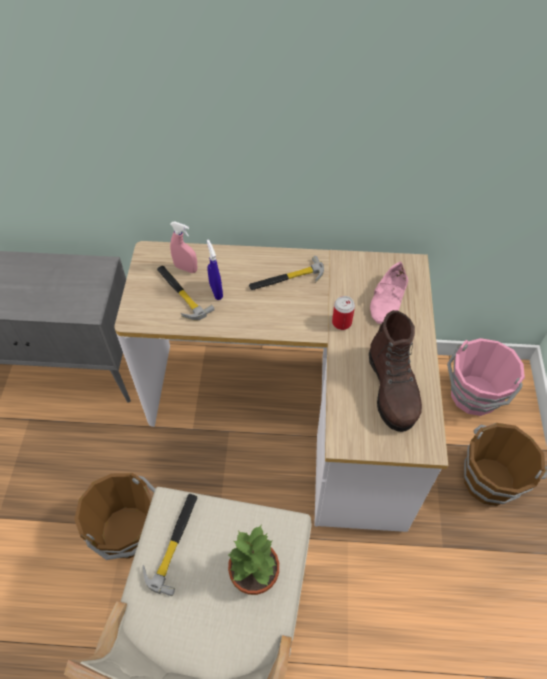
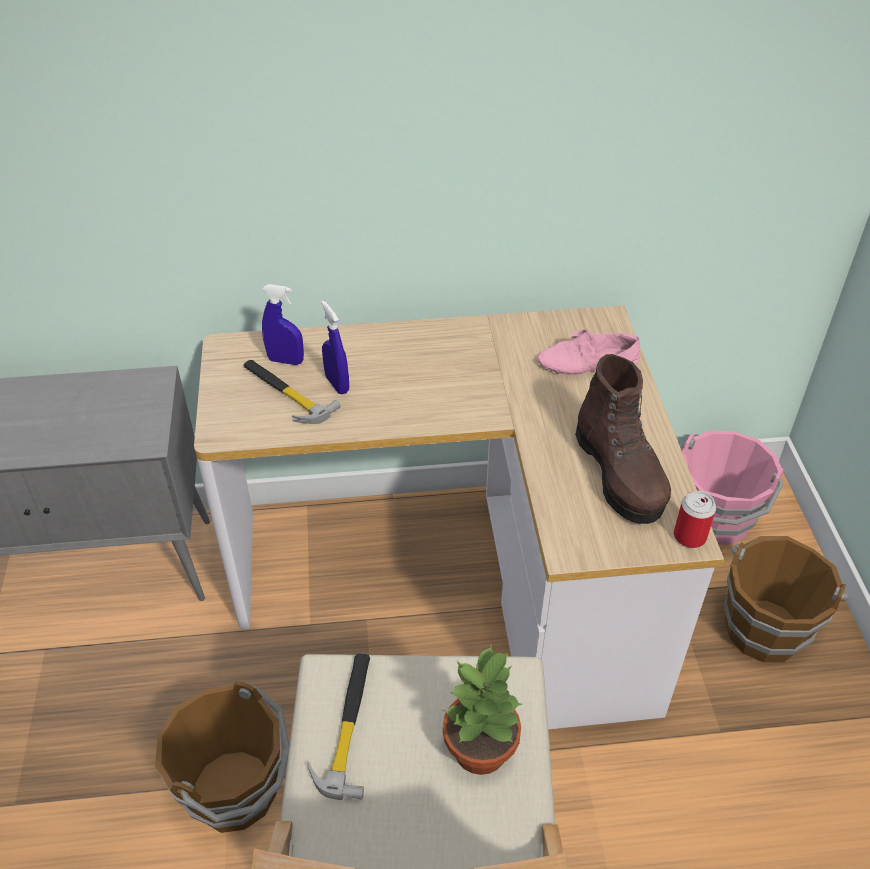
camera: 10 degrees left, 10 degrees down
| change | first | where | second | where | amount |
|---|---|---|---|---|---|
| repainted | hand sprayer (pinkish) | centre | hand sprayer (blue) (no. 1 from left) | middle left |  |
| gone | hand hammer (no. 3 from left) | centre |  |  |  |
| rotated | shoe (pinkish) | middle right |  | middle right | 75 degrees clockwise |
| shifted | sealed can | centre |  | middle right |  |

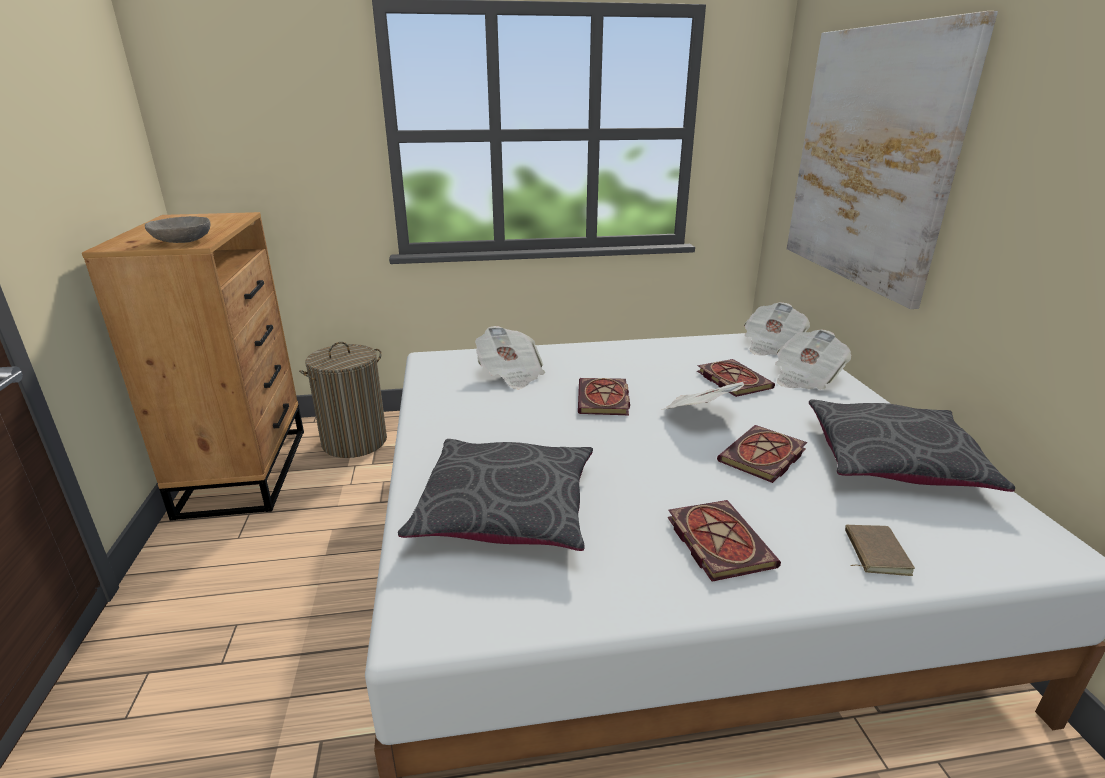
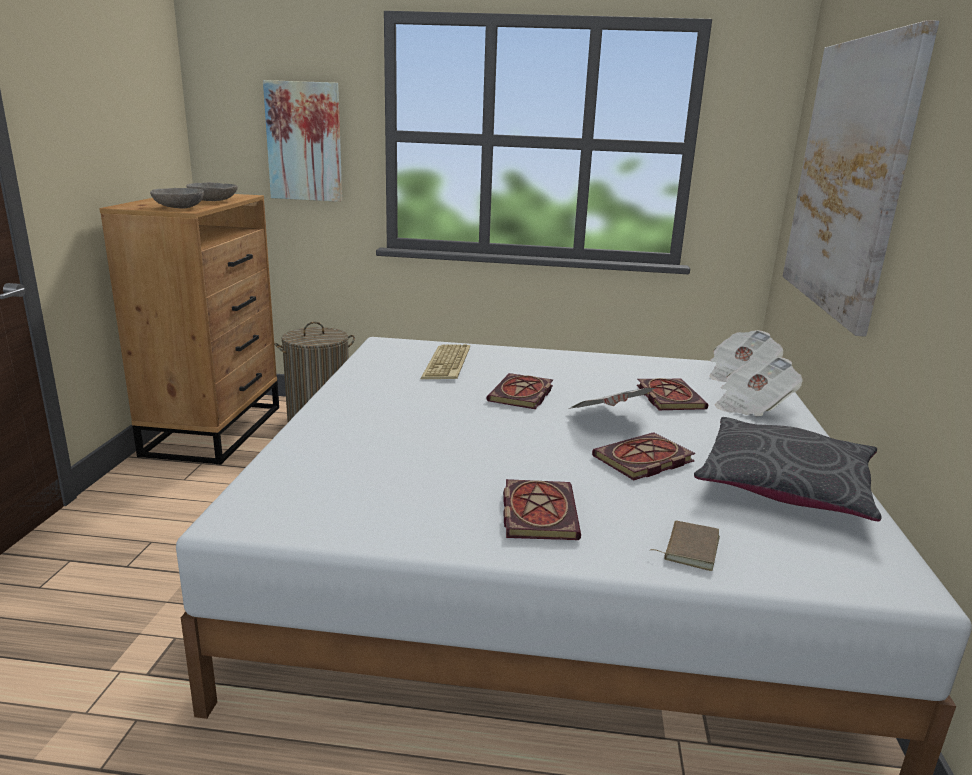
camera: 15 degrees right, 5 degrees down
| change | first | where | second | where | amount |
|---|---|---|---|---|---|
| swapped | newspaper (no. 1 from left) | centre | keyboard | centre |  |
| gone | throw pillow (greyish) (no. 1 from left) | centre |  |  |  |
| new |  |  | wall picture (no. 1 from left) | top left |  |
| new |  |  | serving bowl (greyish) (no. 2 from left) | top left |  |

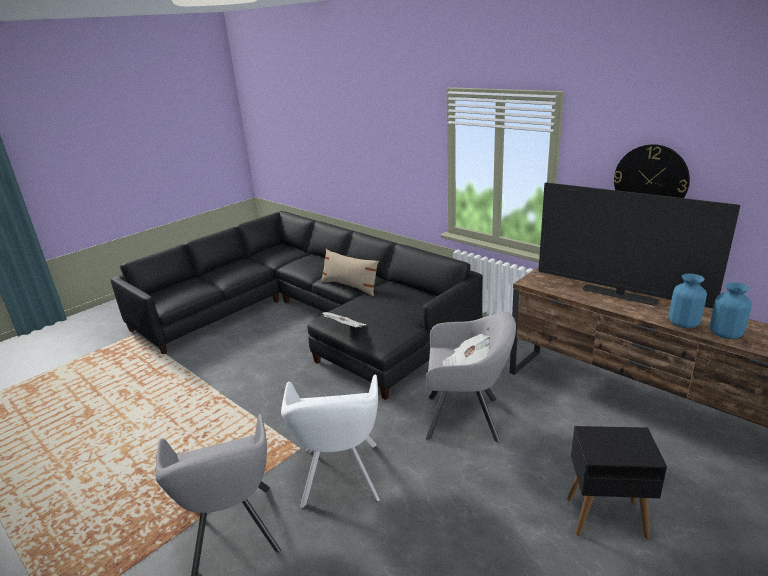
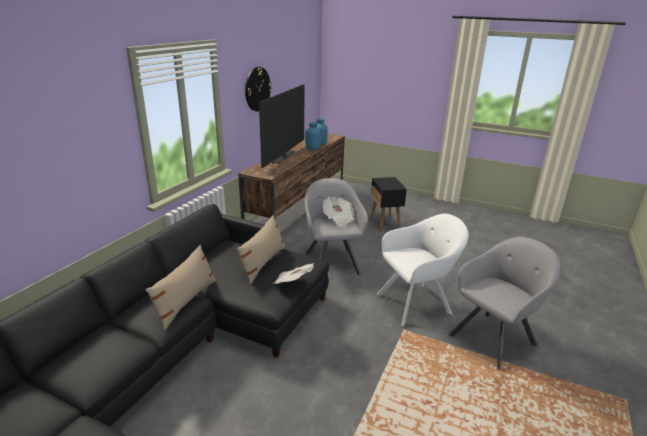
camera: 110 degrees left, 0 degrees up
| change | first | where | second | where | amount |
|---|---|---|---|---|---|
| new |  |  | throw pillow (sand-coloured) (no. 2 from left) | centre |  |

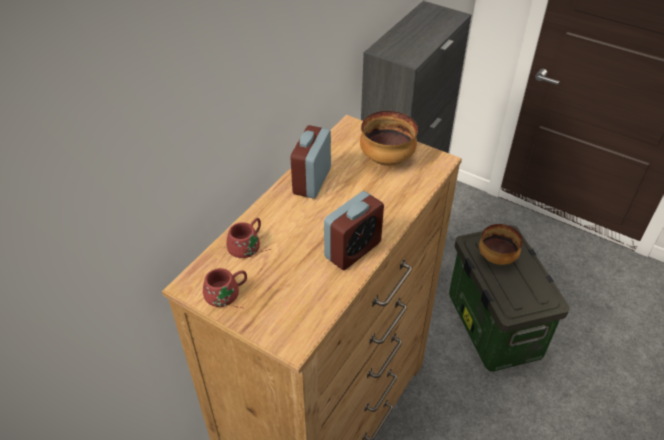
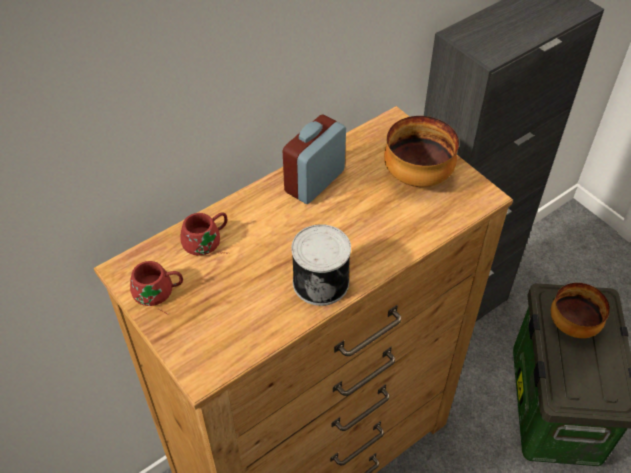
camera: 20 degrees right, 5 degrees up
| change | first | where | second | where | amount |
|---|---|---|---|---|---|
| swapped | table clock (no. 2 from left) | centre | sealed can | centre |  |

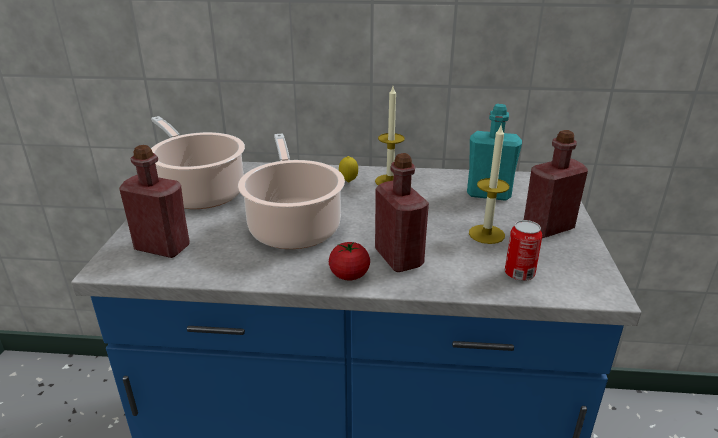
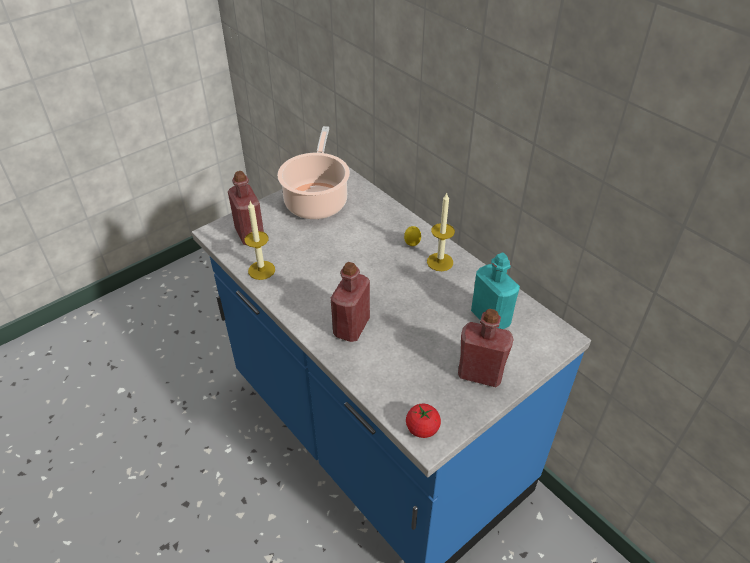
camera: 45 degrees right, 15 degrees up
| change | first | where | second | where | amount |
|---|---|---|---|---|---|
| shifted | candle (no. 2 from left in the first image) | middle right | candle (no. 1 from left) | centre |  |
| gone | cooking pot (no. 2 from left) | centre |  |  |  |
| gone | sealed can | middle right |  |  |  |
| shifted | whole tomato | centre |  | bottom centre |  |

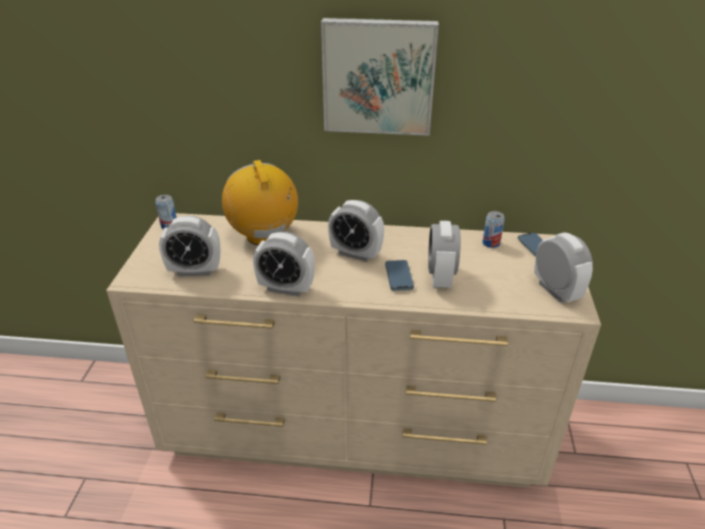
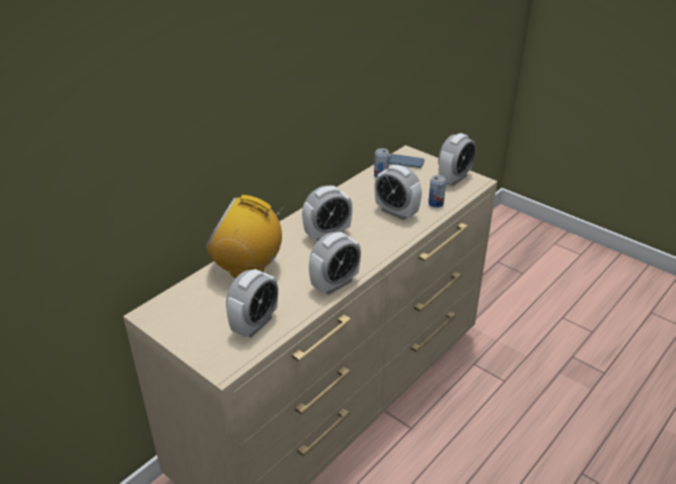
camera: 55 degrees left, 0 degrees up
| change | first | where | second | where | amount |
|---|---|---|---|---|---|
| gone | wall picture | top centre |  |  |  |
| shifted | sealed can (no. 1 from left in the first image) | middle left | sealed can (no. 2 from left) | centre |  |
| rotated | table clock (no. 5 from left) | middle right |  | top right | 120 degrees clockwise |
| gone | phone (no. 1 from left) | centre |  |  |  |

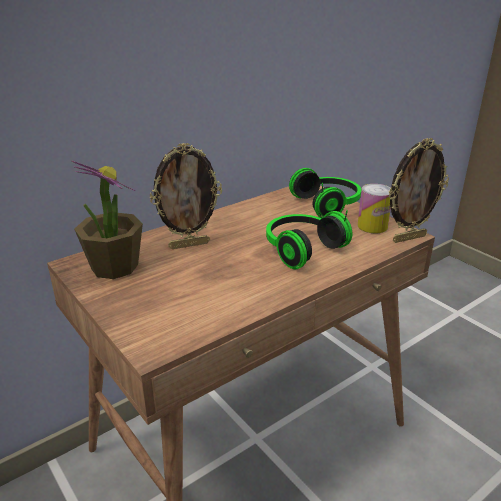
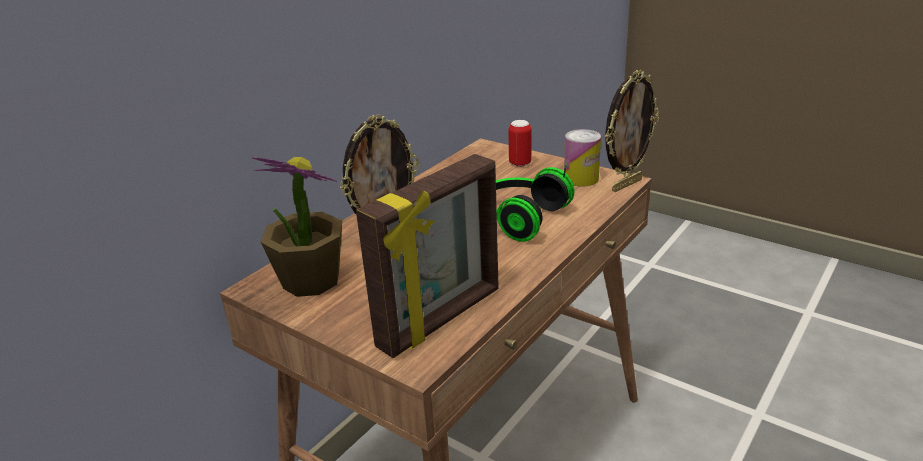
camera: 15 degrees left, 0 degrees up
| change | first | where | second | where | amount |
|---|---|---|---|---|---|
| swapped | pair of headphones (no. 2 from left) | centre | sealed can (no. 1 from left) | top centre |  |
| new |  |  | picture frame (no. 2 from left) | centre |  |

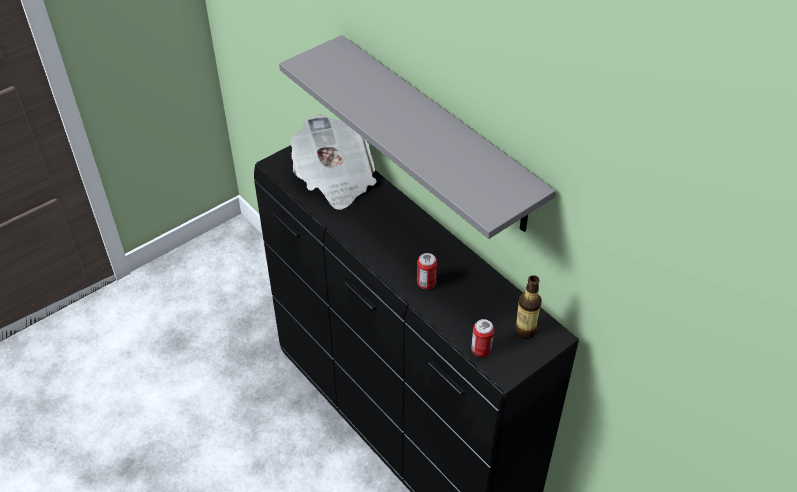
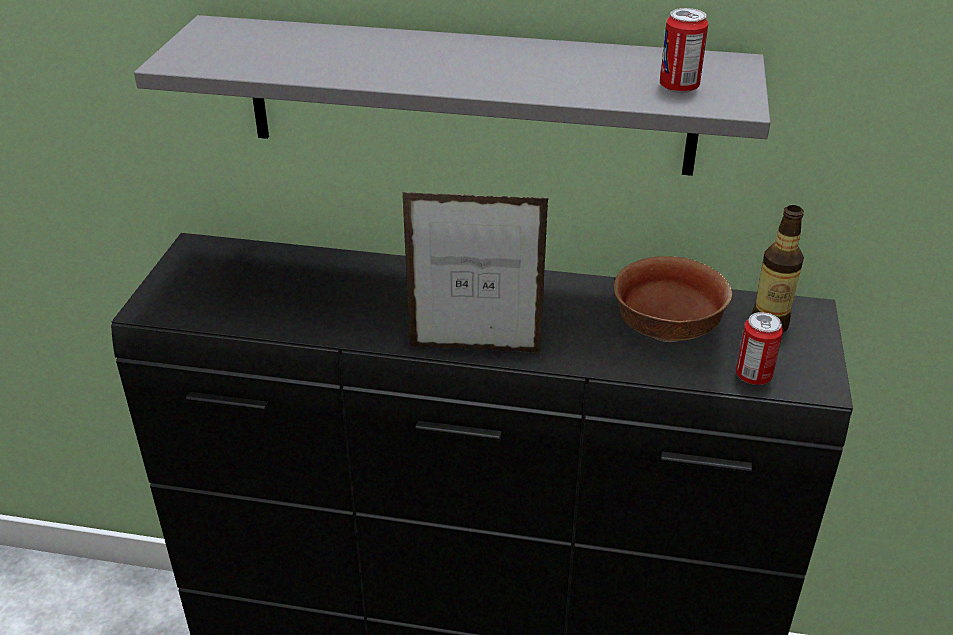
camera: 40 degrees left, 10 degrees down
| change | first | where | second | where | amount |
|---|---|---|---|---|---|
| gone | newspaper | top centre |  |  |  |
| shifted | sealed can (no. 1 from left) | centre |  | top right |  |
| new |  |  | picture frame | centre |  |
| new |  |  | serving bowl | middle right |  |

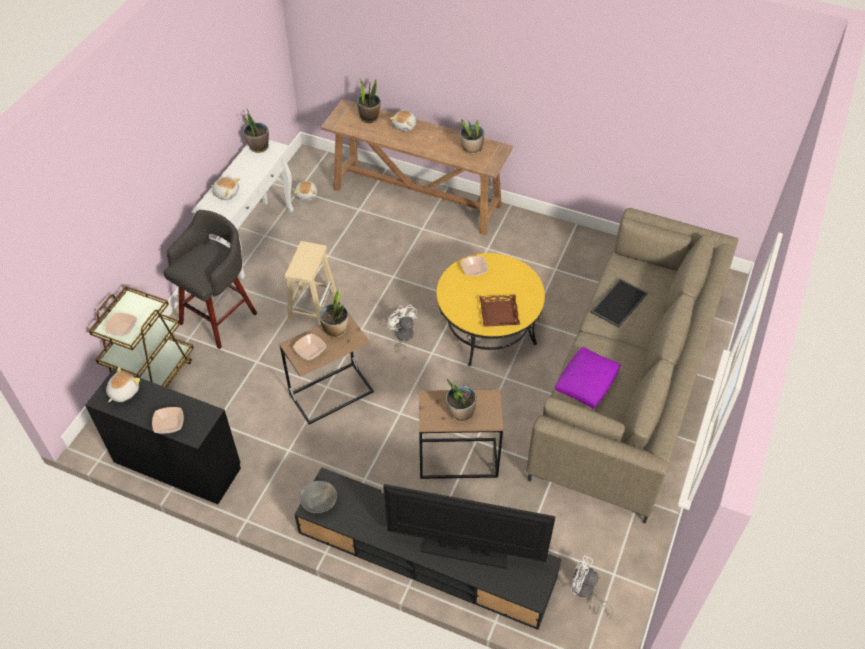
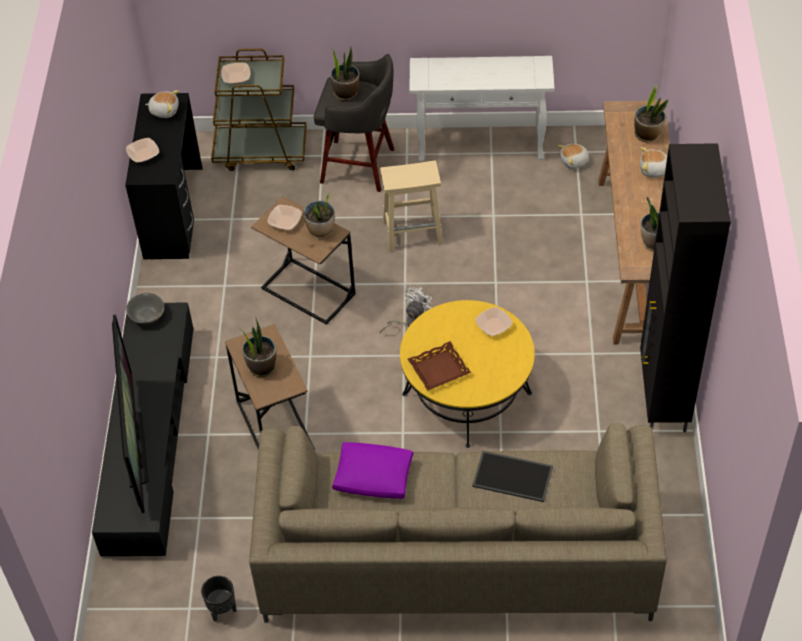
camera: 70 degrees right, 0 degrees up
| change | first | where | second | where | amount |
|---|---|---|---|---|---|
| shifted | plant in a pot (no. 1 from left in the first image) | top left | plant in a pot (no. 3 from left) | top centre |  |
| gone | plush toy (no. 2 from left) | top left |  |  |  |
| gone | fan (whitish) (no. 2 from left) | bottom right |  |  |  |
| new |  |  | storage cabinet (blackish) | middle right |  |
| new |  |  | flower pot (blackish) | bottom left |  |

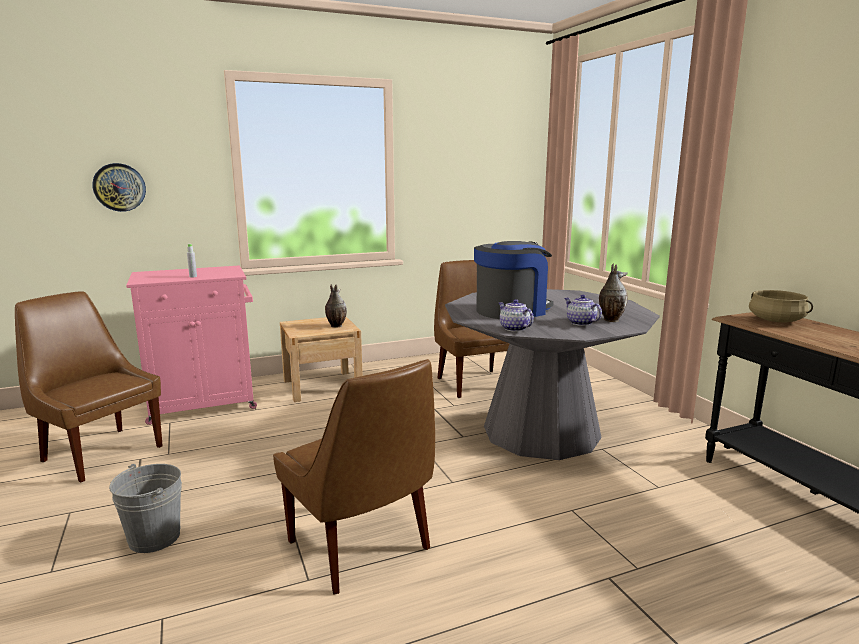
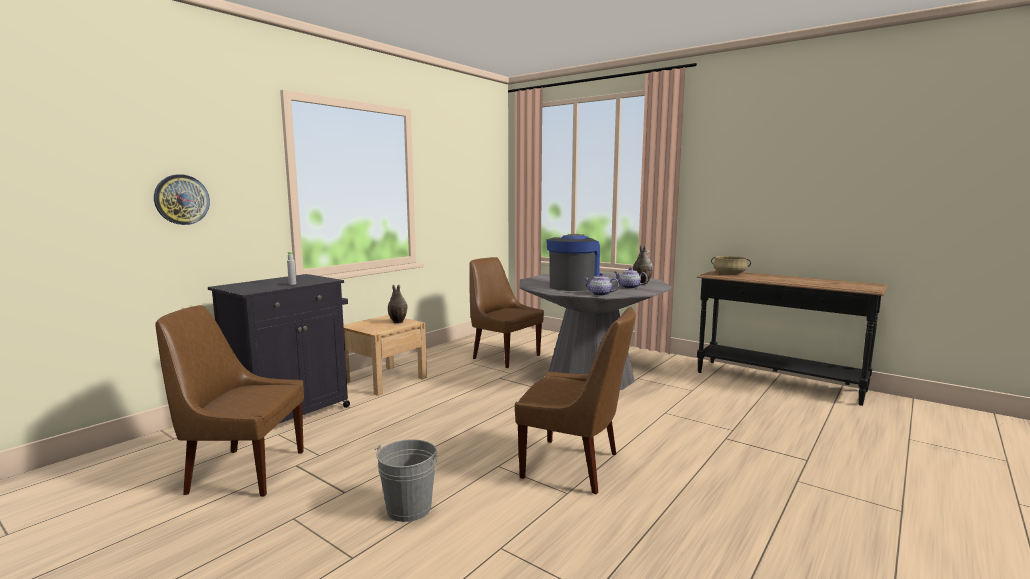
camera: 30 degrees left, 5 degrees down
| change | first | where | second | where | amount |
|---|---|---|---|---|---|
| repainted | storage cabinet (pinkish) | middle left | storage cabinet (blackish) | middle left |  |

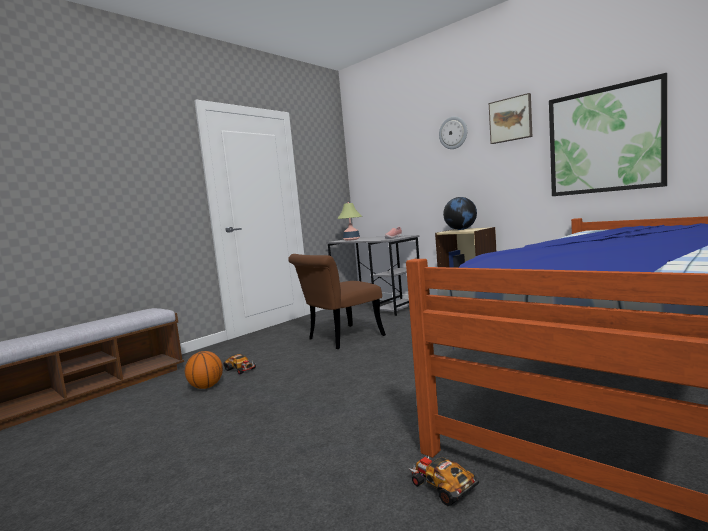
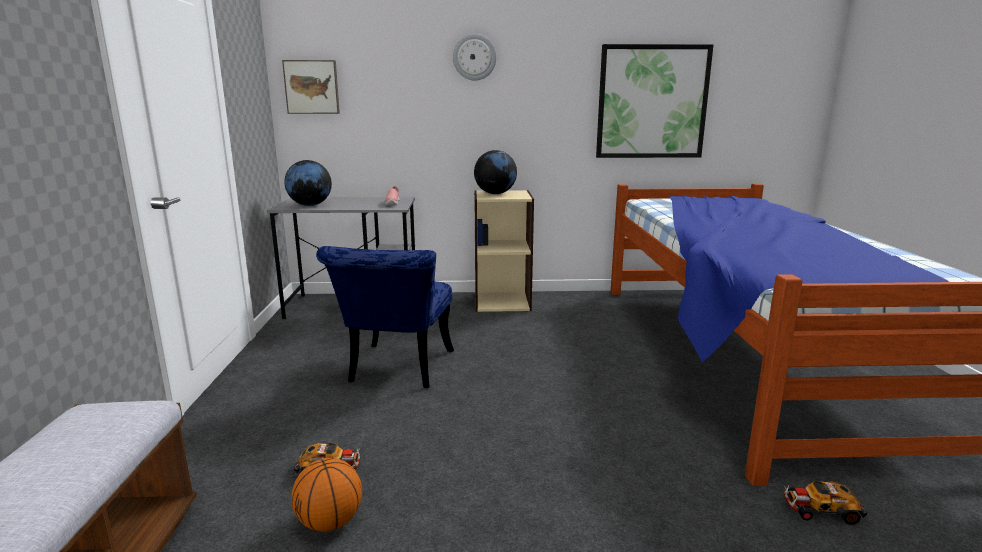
camera: 45 degrees left, 10 degrees up
| change | first | where | second | where | amount |
|---|---|---|---|---|---|
| shifted | wall picture (no. 1 from left) | top right |  | top left |  |
| swapped | table lamp | centre | globe (no. 1 from left) | top left |  |
| repainted | upright chair (brownish) | centre | upright chair (blue) | centre |  |

